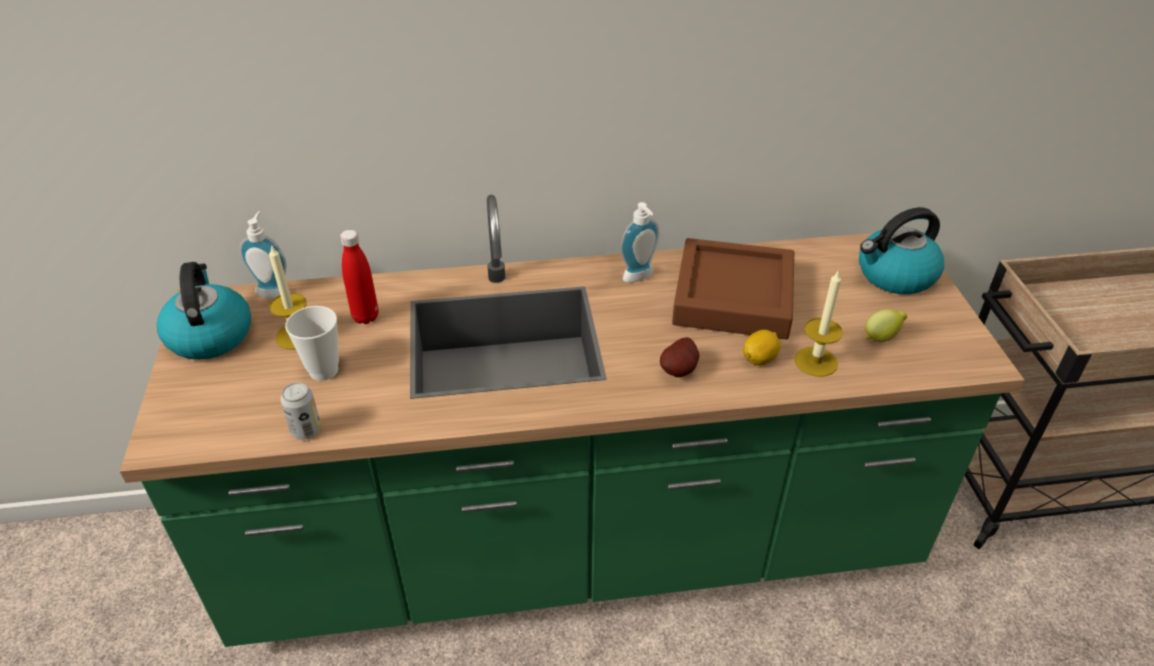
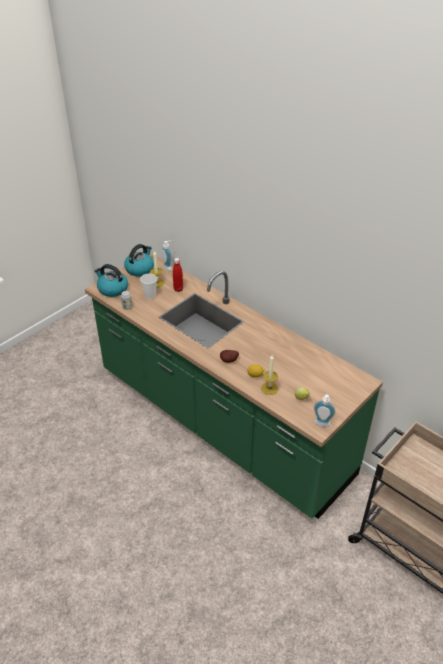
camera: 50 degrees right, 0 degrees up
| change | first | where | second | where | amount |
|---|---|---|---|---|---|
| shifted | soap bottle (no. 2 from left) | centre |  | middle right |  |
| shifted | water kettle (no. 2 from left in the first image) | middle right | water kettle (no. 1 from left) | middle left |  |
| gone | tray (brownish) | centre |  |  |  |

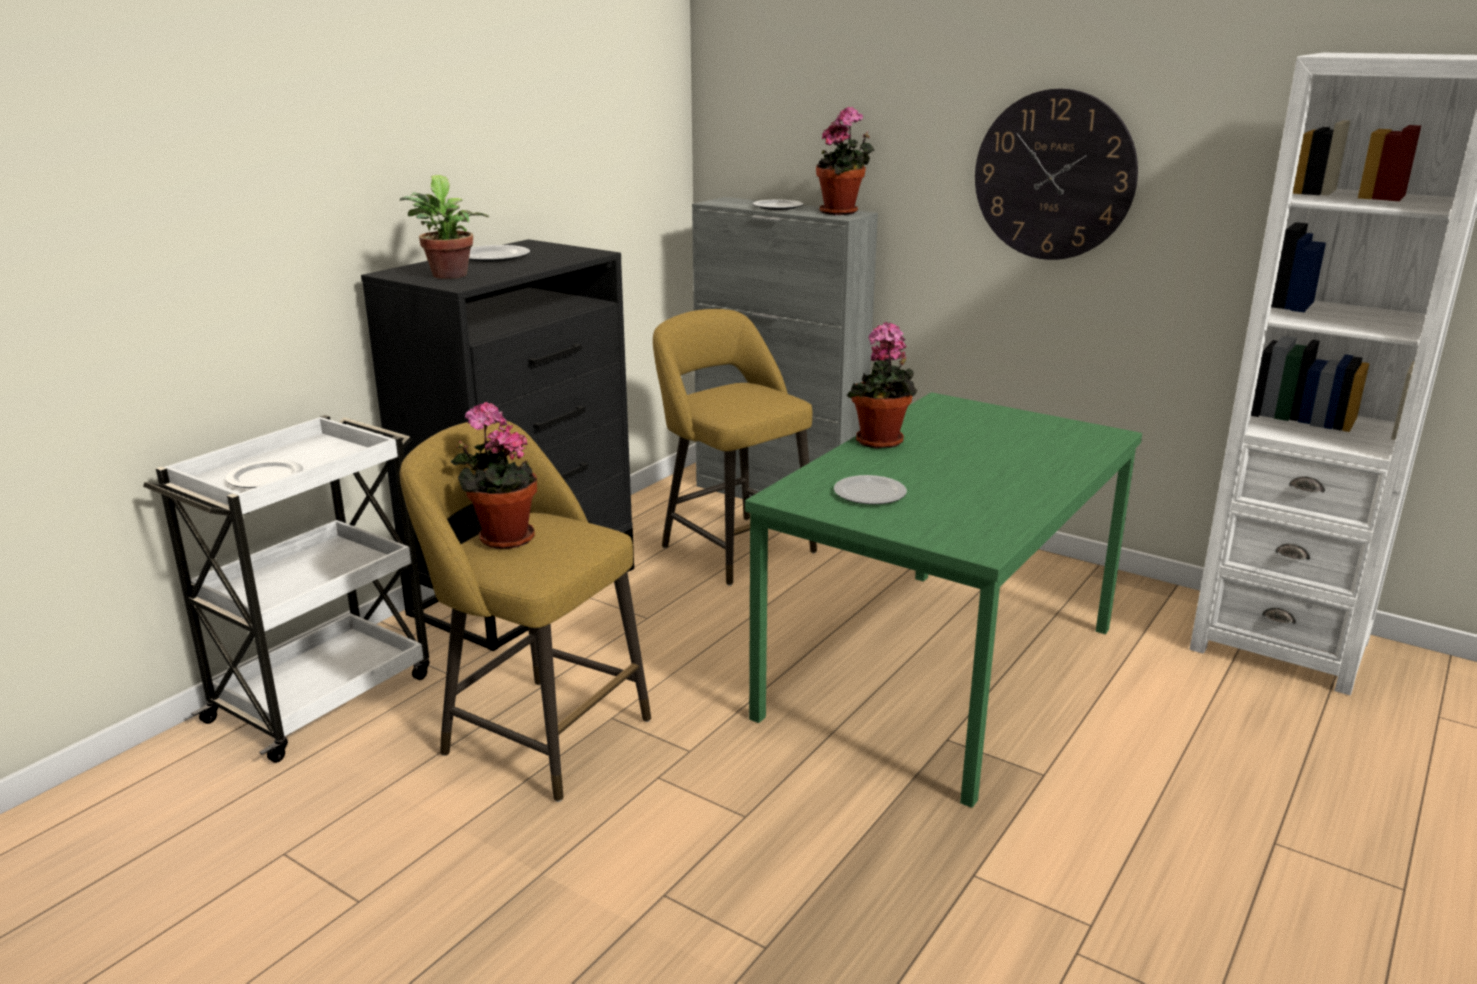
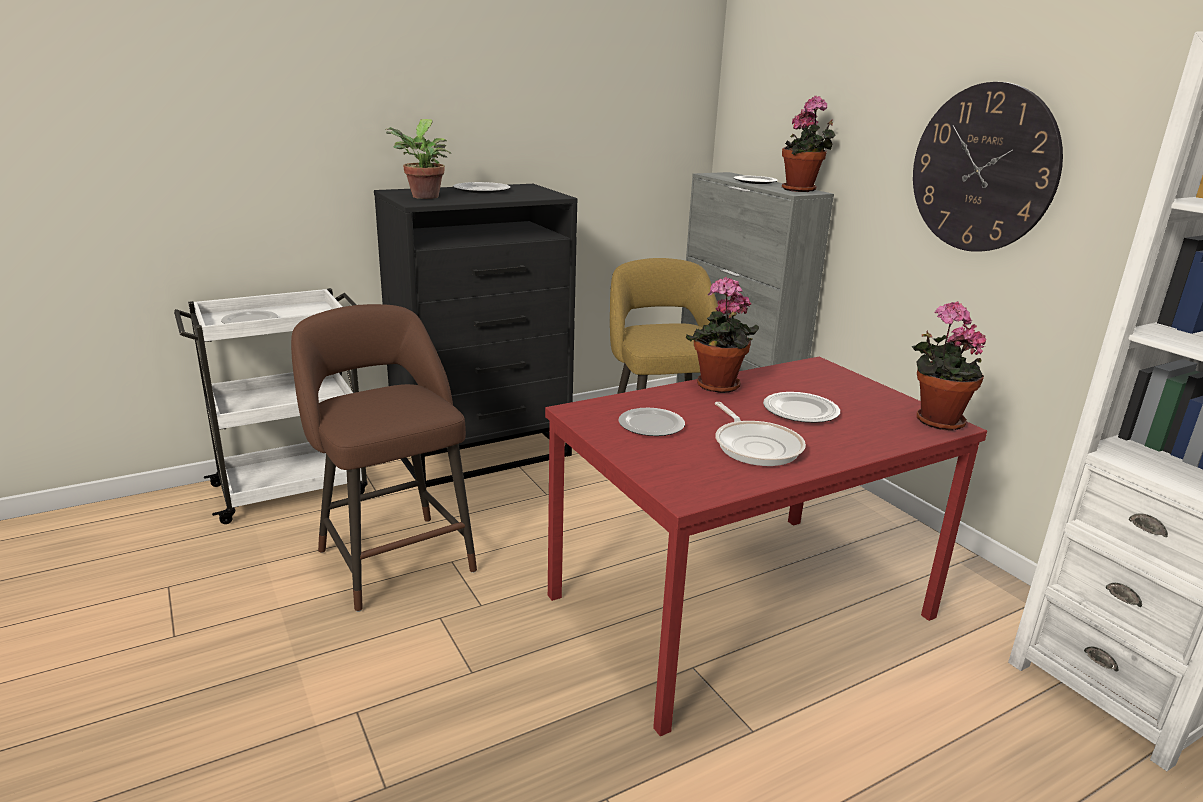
camera: 25 degrees right, 0 degrees up
| change | first | where | second | where | amount |
|---|---|---|---|---|---|
| repainted | dining table (green-coloured) | centre | dining table (red) | bottom centre |  |
| shifted | plant in a pot (no. 2 from left in the first image) | centre | plant in a pot (no. 4 from left) | middle right |  |
| repainted | stool seat (yellow-coloured) (no. 1 from left) | centre | stool seat (brownish) | middle left |  |
| new |  |  | plate (no. 5 from left) | centre |  |
| new |  |  | pan | centre |  |

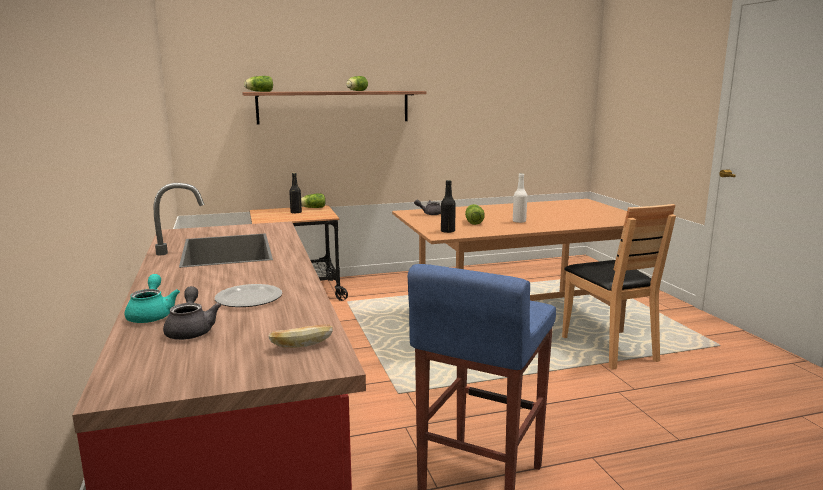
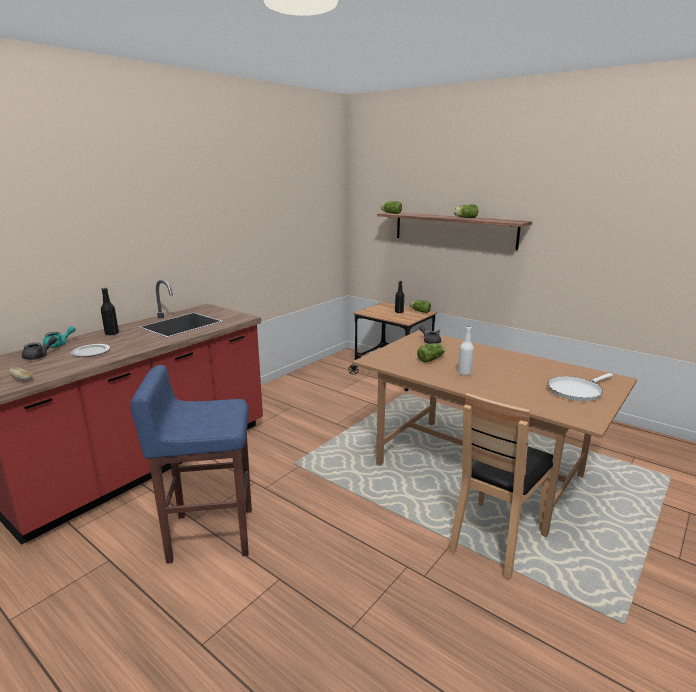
camera: 55 degrees right, 5 degrees up
| change | first | where | second | where | amount |
|---|---|---|---|---|---|
| shifted | beverage bottle (blackish) (no. 2 from left in the first image) | centre | beverage bottle (blackish) (no. 1 from left) | middle left |  |
| new |  |  | pan (whitish) | middle right |  |

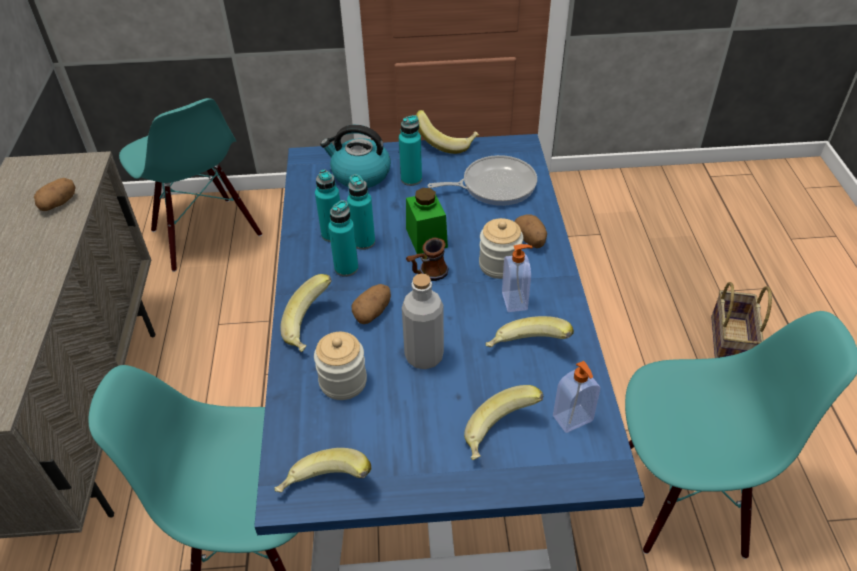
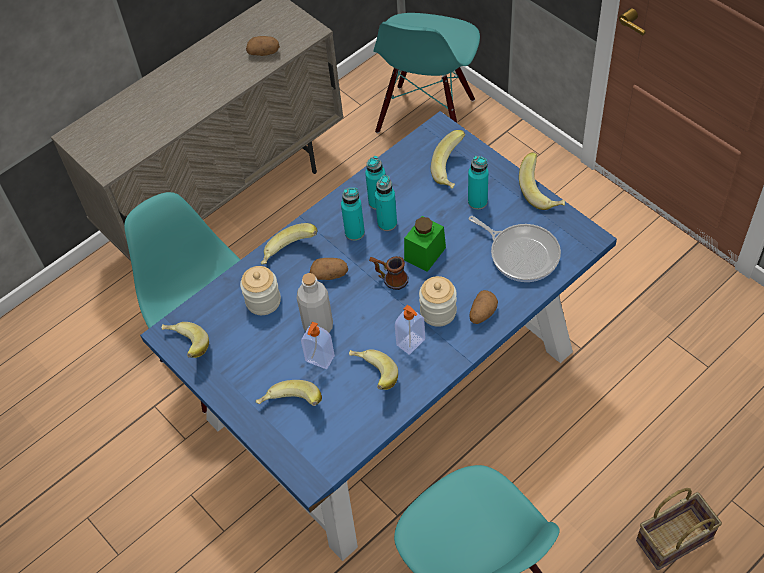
camera: 55 degrees right, 10 degrees up
| change | first | where | second | where | amount |
|---|---|---|---|---|---|
| swapped | water kettle | top centre | whole banana (no. 5 from left) | top centre |  |
| shifted | soap bottle (no. 2 from left in the first image) | bottom right | soap bottle (no. 1 from left) | centre |  |

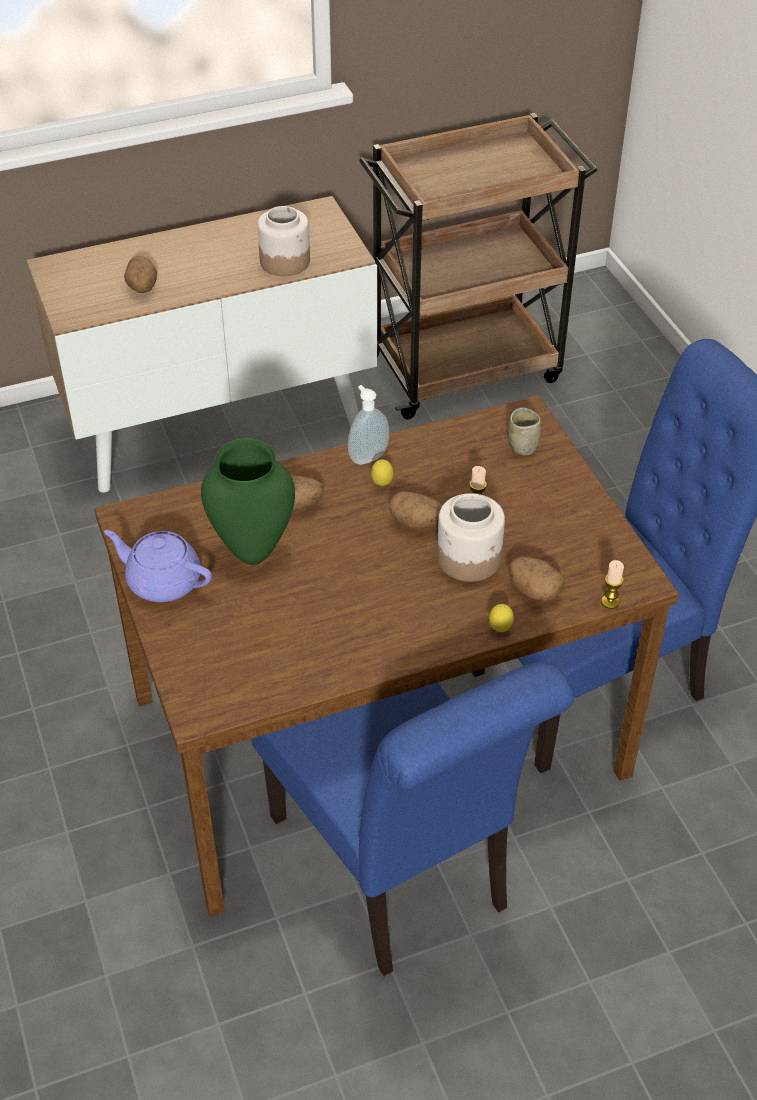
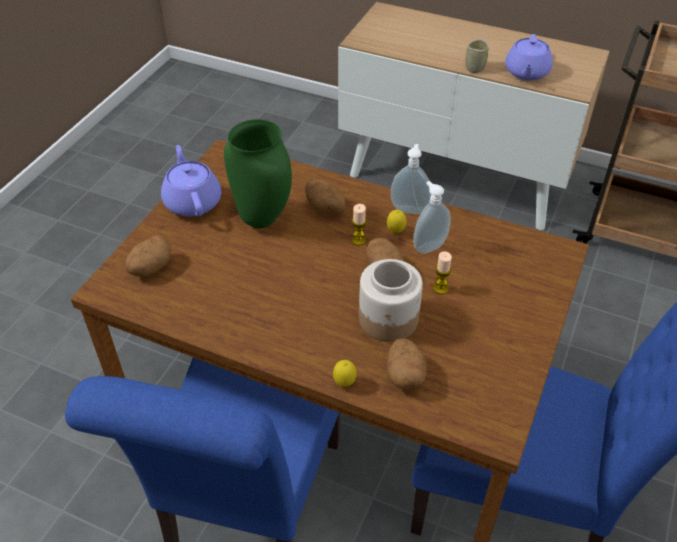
camera: 45 degrees right, 0 degrees up
| change | first | where | second | where | amount |
|---|---|---|---|---|---|
| swapped | storage jar (no. 1 from left) | top centre | pot for tea (purple-coloured) (no. 2 from left) | top right |  |
| shifted | potato (no. 1 from left) | top left |  | middle left |  |
| shifted | drinking cup | middle right |  | top right |  |
| shifted | candle (no. 2 from left in the first image) | middle right | candle (no. 1 from left) | centre |  |
| new |  |  | soap bottle (no. 2 from left) | centre |  |

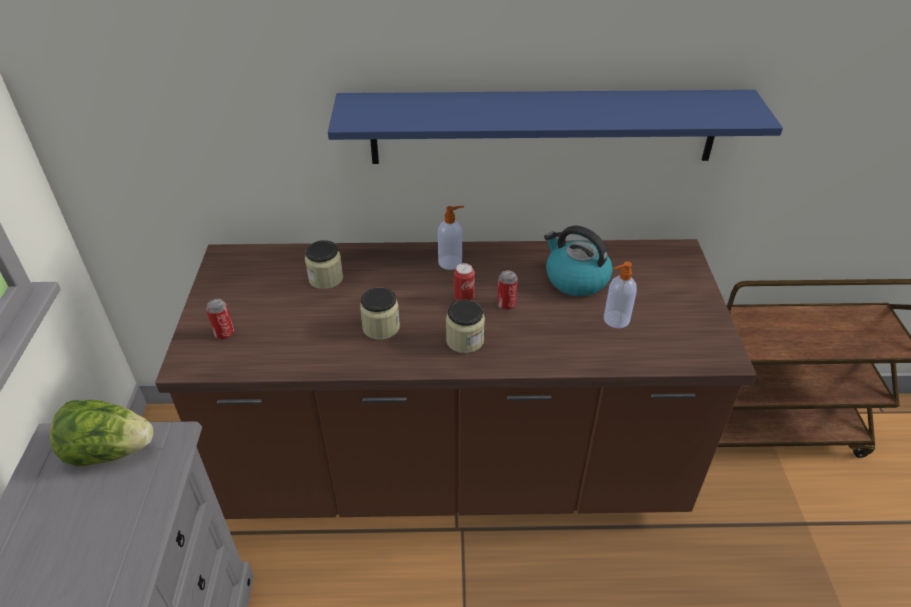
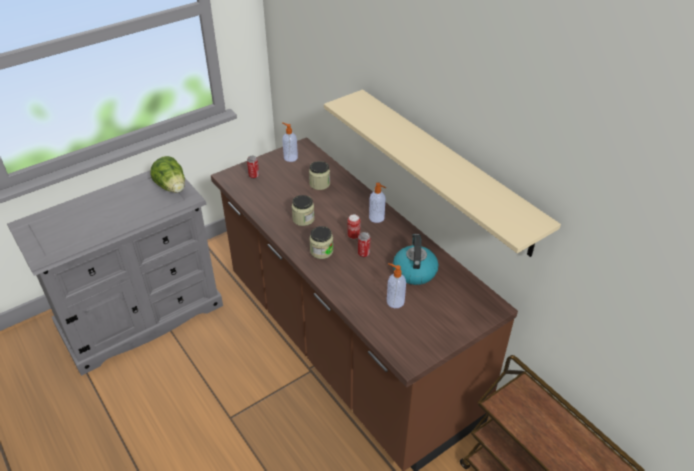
camera: 55 degrees right, 0 degrees up
| change | first | where | second | where | amount |
|---|---|---|---|---|---|
| repainted | shelf (blue) | top centre | shelf (sand-coloured) | centre |  |
| new |  |  | soap bottle (no. 1 from left) | top centre |  |

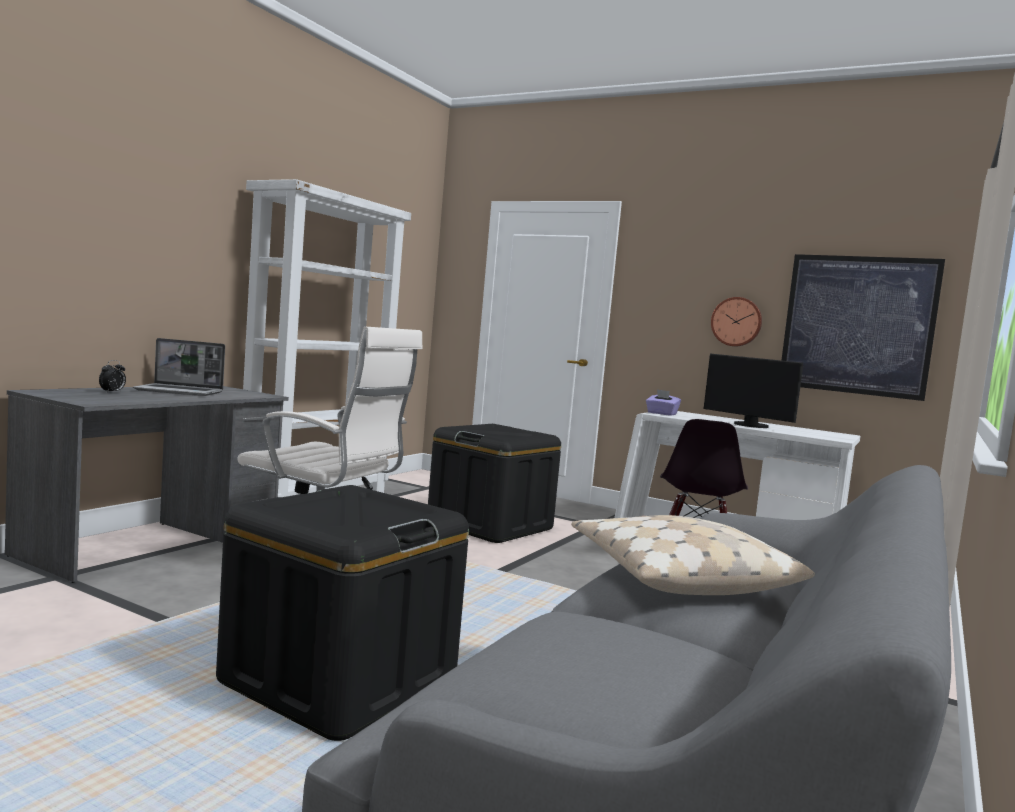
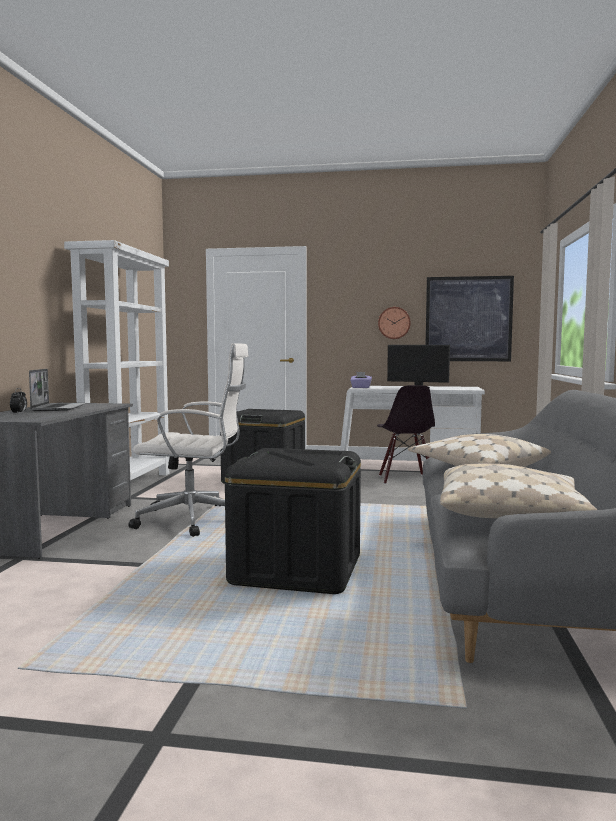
camera: 20 degrees left, 0 degrees up
| change | first | where | second | where | amount |
|---|---|---|---|---|---|
| rotated | laptop | middle left |  | middle left | 75 degrees counterclockwise |
| new |  |  | throw pillow (sand-coloured) (no. 2 from left) | middle right |  |

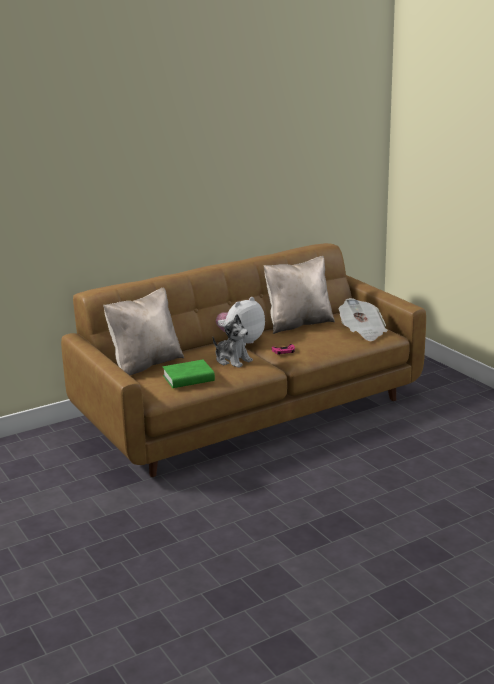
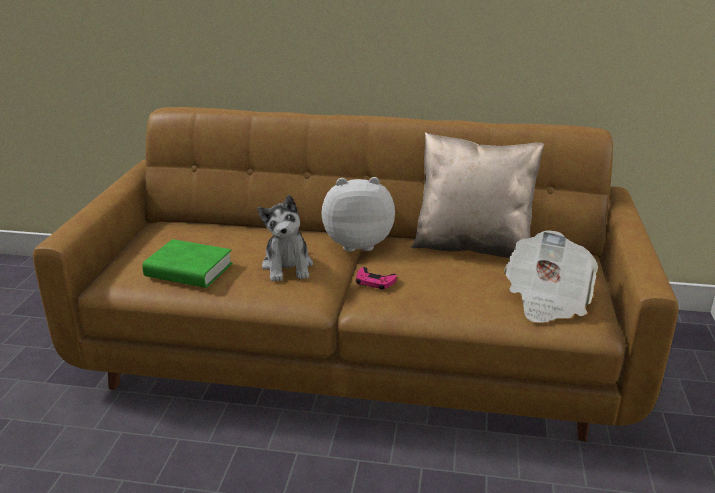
camera: 40 degrees right, 5 degrees up
| change | first | where | second | where | amount |
|---|---|---|---|---|---|
| gone | throw pillow (sand-coloured) (no. 1 from left) | middle left |  |  |  |

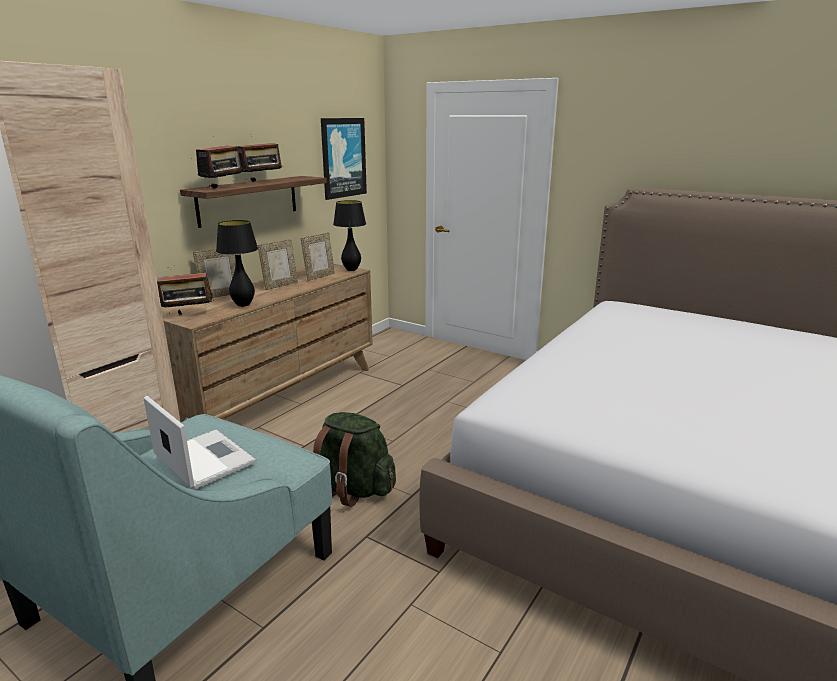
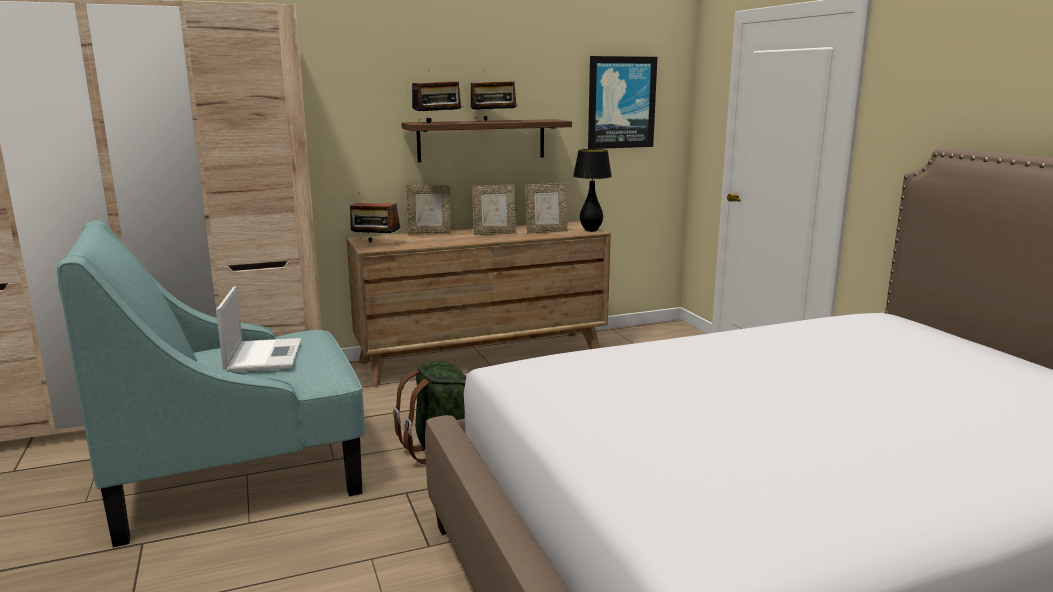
camera: 35 degrees right, 5 degrees down
| change | first | where | second | where | amount |
|---|---|---|---|---|---|
| gone | table lamp (blackish) (no. 1 from left) | middle left |  |  |  |

